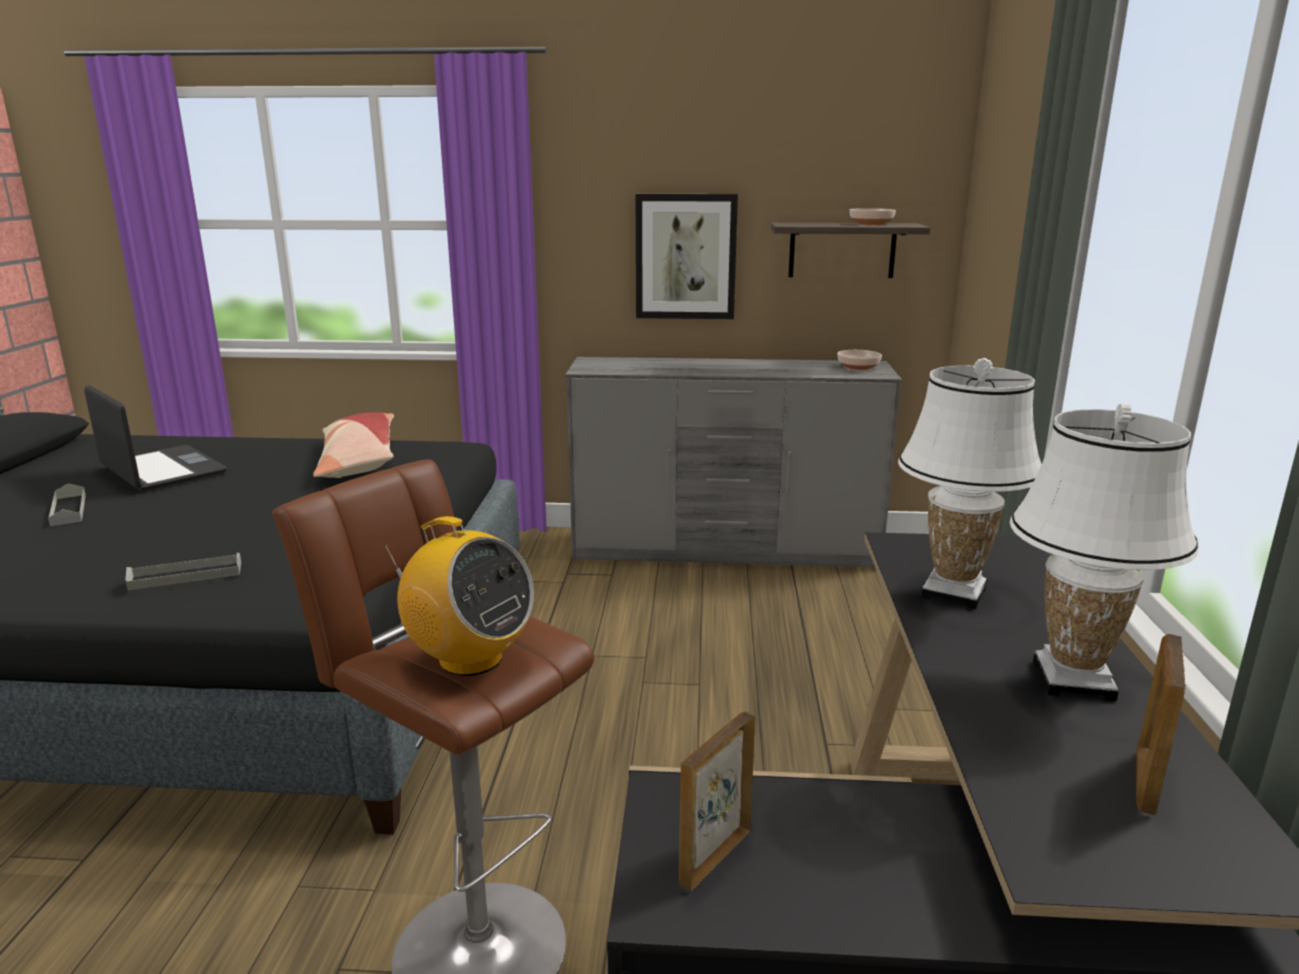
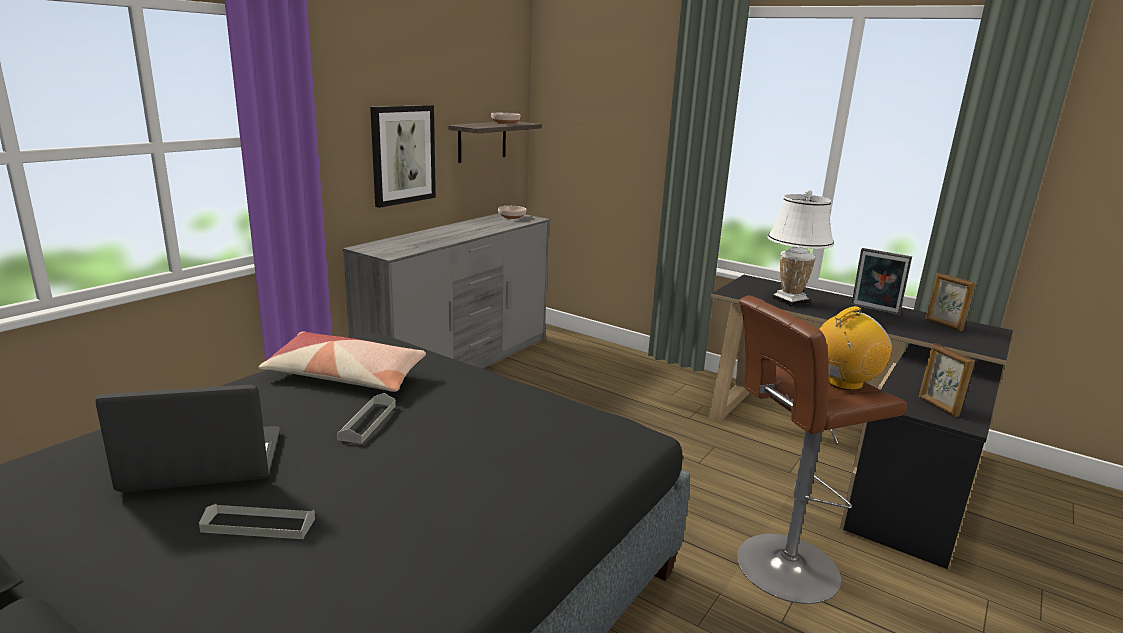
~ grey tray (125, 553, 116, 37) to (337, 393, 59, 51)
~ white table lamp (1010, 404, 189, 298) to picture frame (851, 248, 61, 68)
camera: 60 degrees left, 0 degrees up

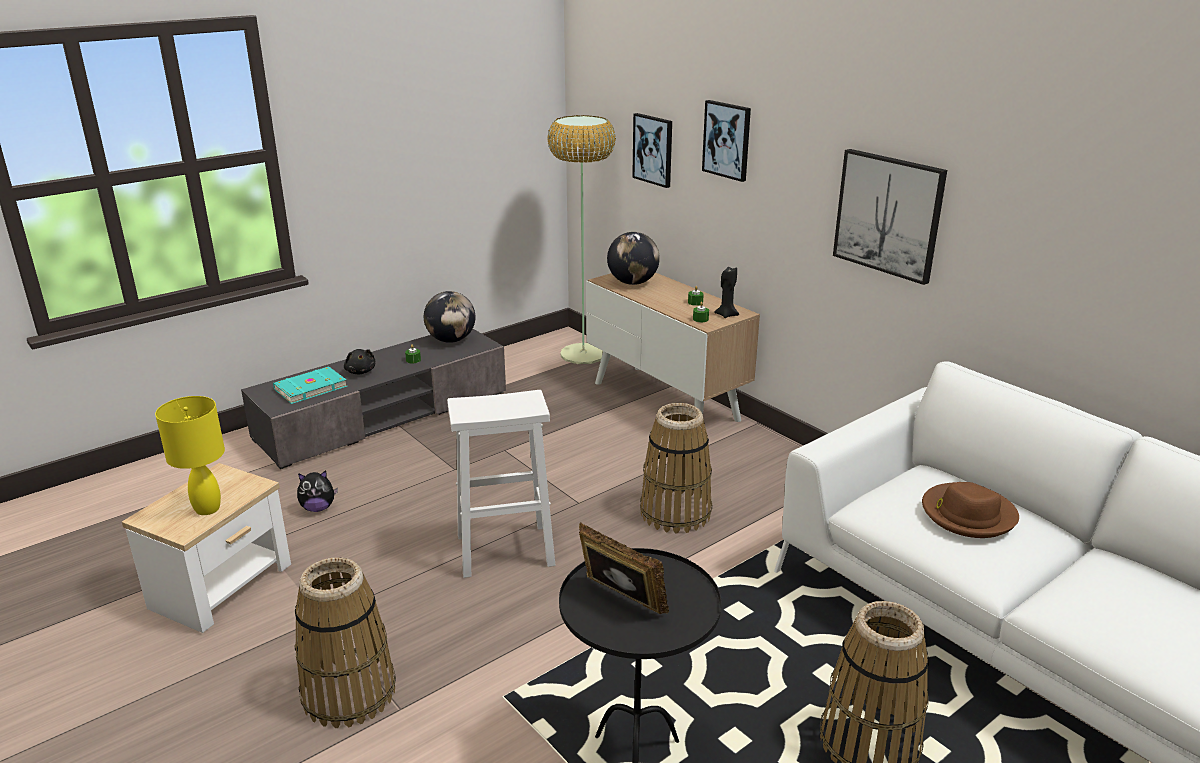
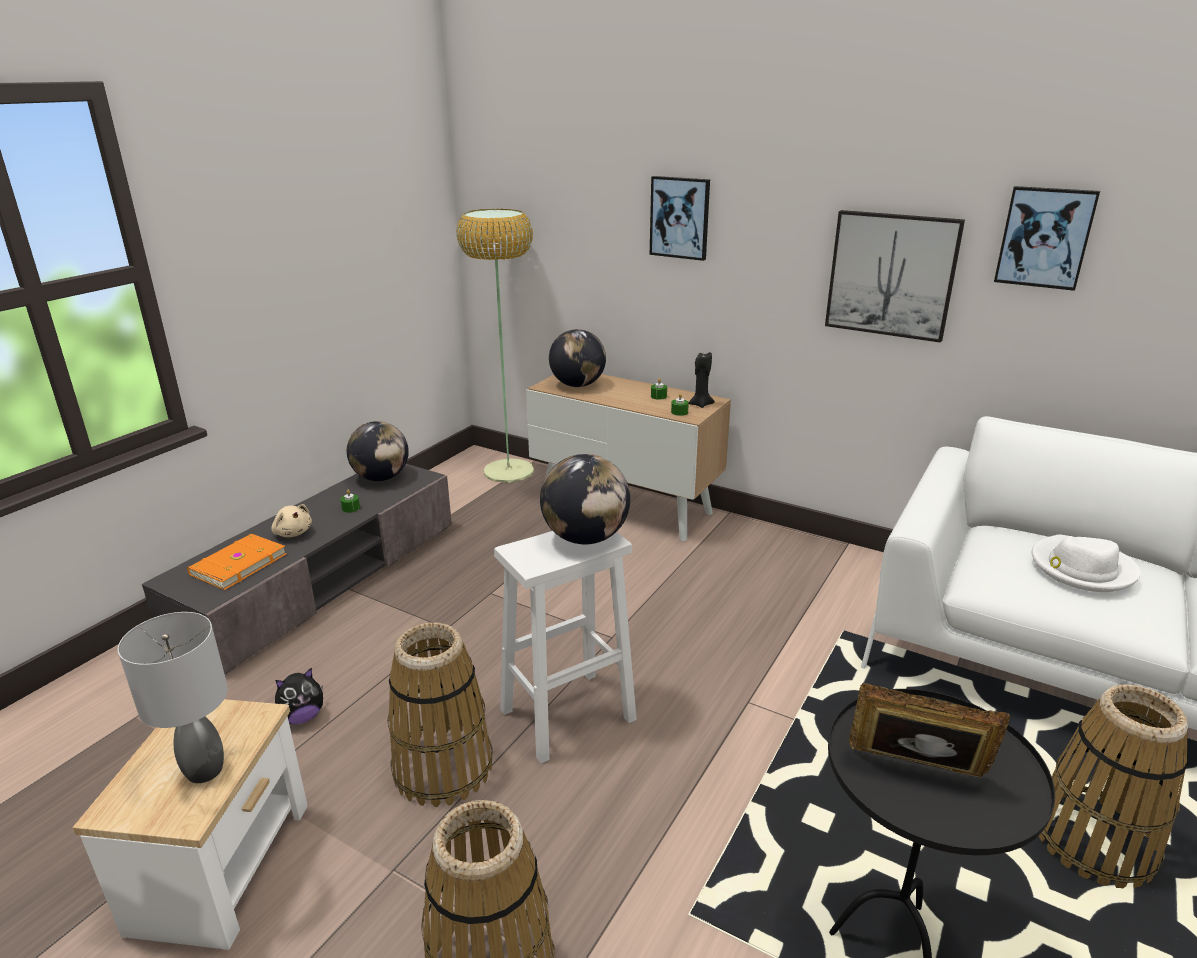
~ yellow table lamp (155, 396, 70, 119) to grey table lamp (118, 612, 110, 171)
~ turquoise book (273, 366, 74, 38) to orange book (187, 534, 100, 56)
~ black plush toy (344, 349, 31, 25) to beige plush toy (271, 504, 41, 33)
~ basket (640, 403, 72, 131) to (387, 623, 106, 184)
+ globe (540, 454, 90, 90)
~ picture (632, 113, 40, 75) to (994, 186, 106, 105)
~ brown hat (922, 482, 97, 56) to white hat (1032, 535, 109, 57)
camera: 20 degrees left, 0 degrees up

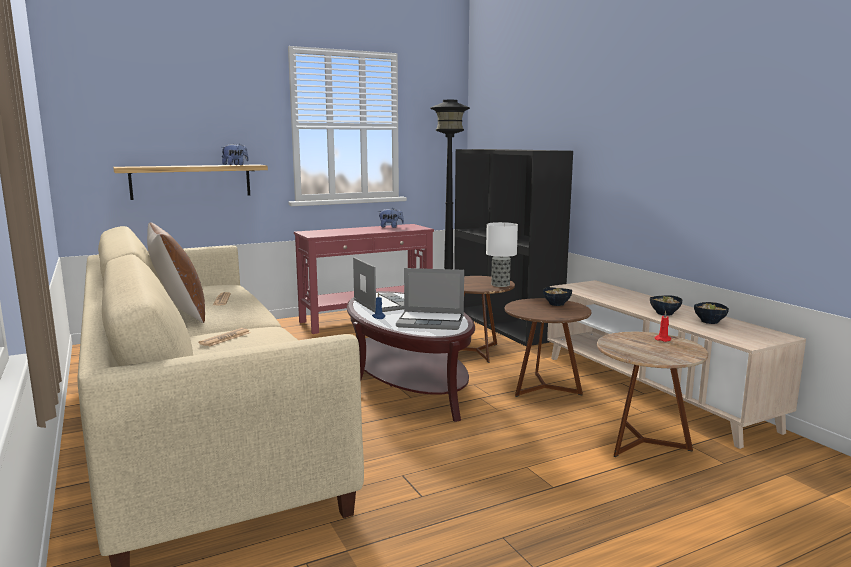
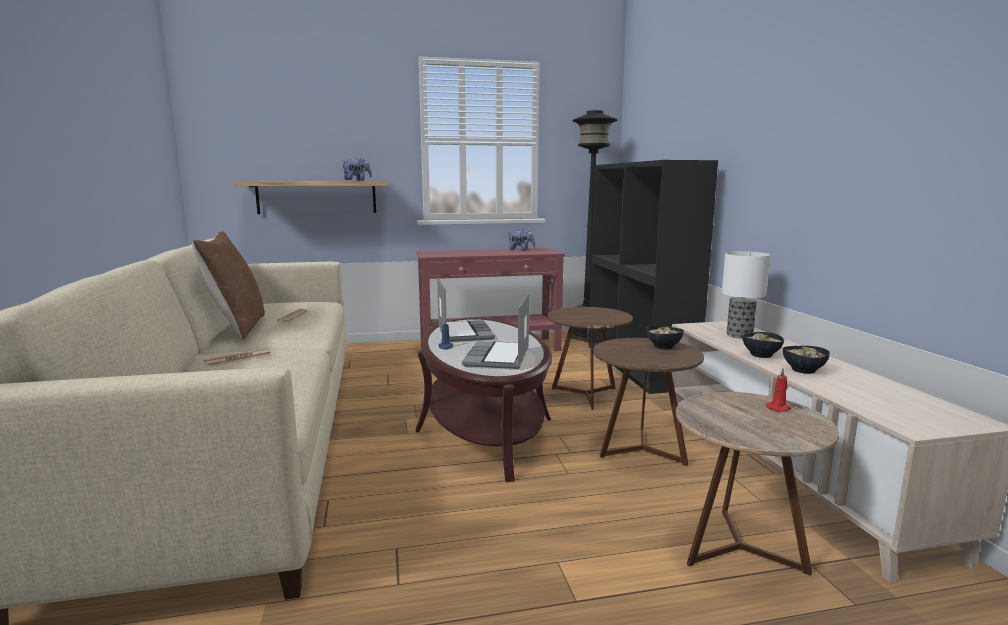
~ laptop (396, 268, 68, 62) = (462, 292, 67, 77) 75 degrees clockwise
~ table lamp (486, 222, 32, 65) to (722, 251, 48, 88)
~ bowl (694, 302, 35, 22) to (742, 332, 42, 26)
camera: 15 degrees right, 0 degrees up

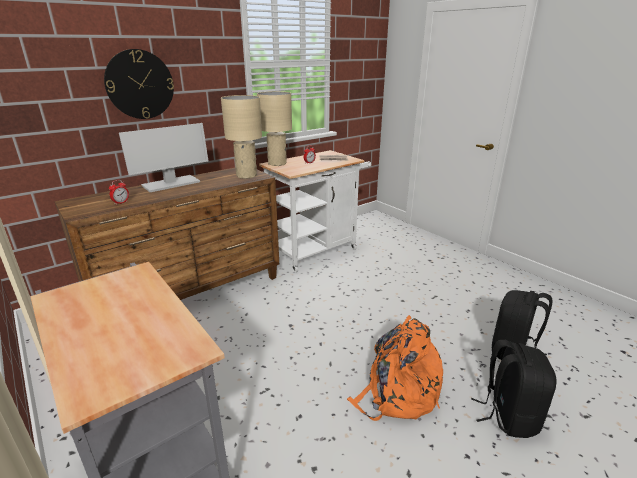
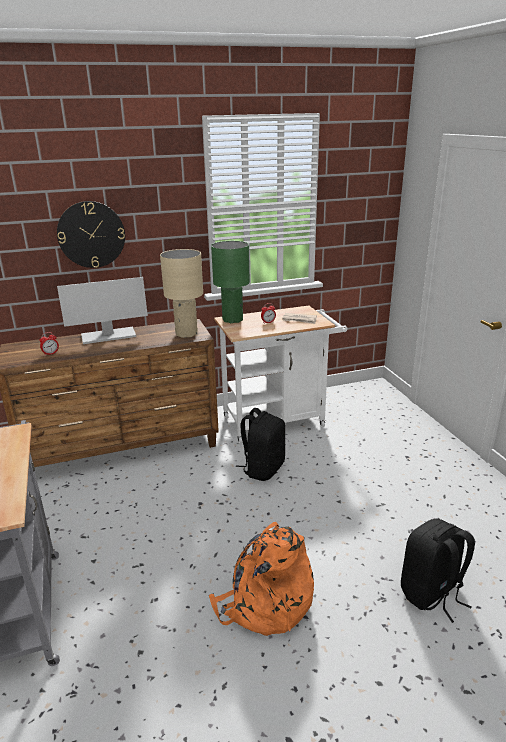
~ beige table lamp (257, 91, 35, 75) to green table lamp (211, 241, 39, 82)
~ black backpack (471, 340, 86, 98) to (236, 408, 49, 73)
camera: 20 degrees right, 0 degrees up

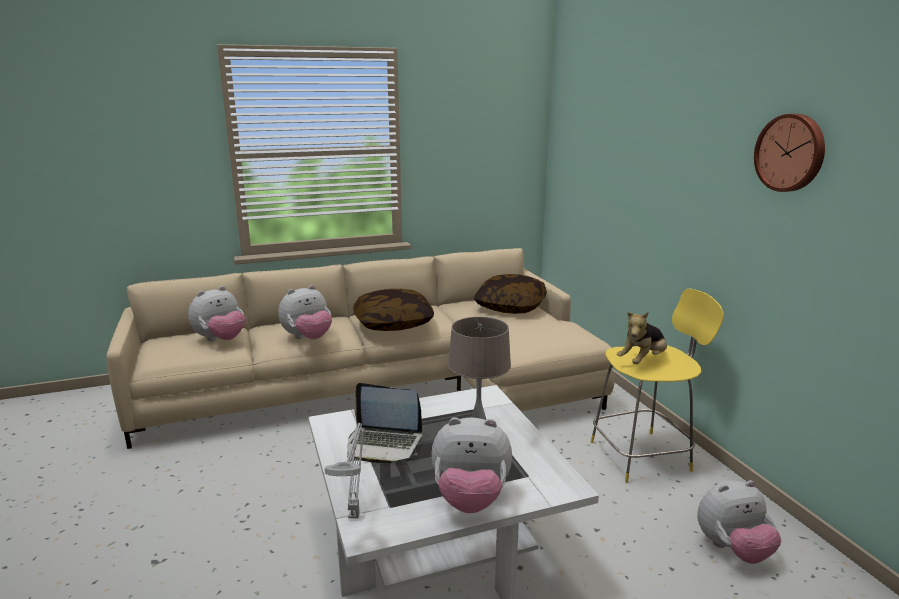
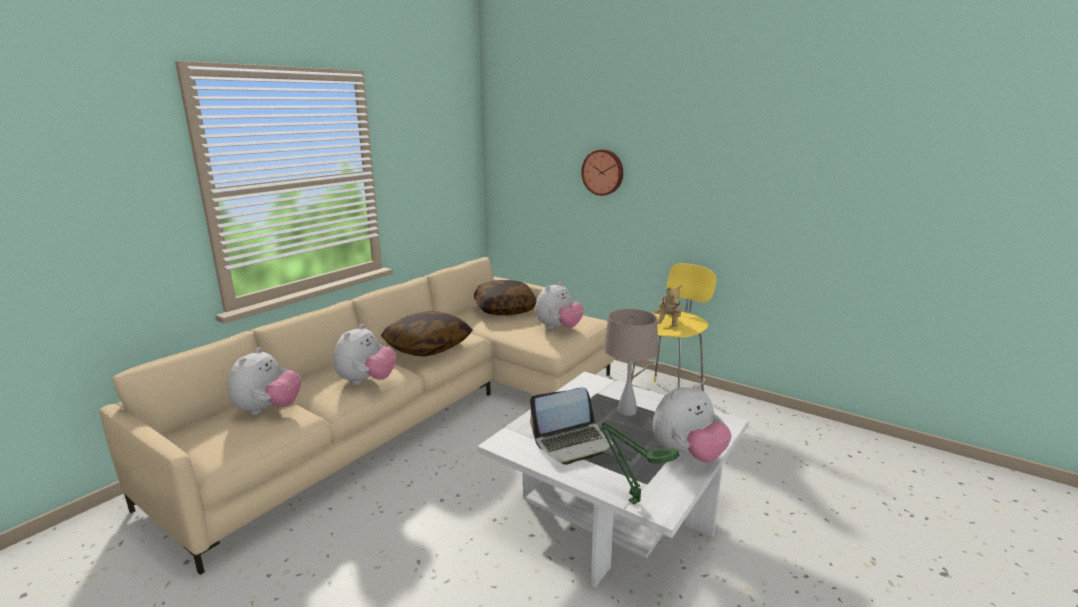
~ plush toy (697, 480, 84, 84) to (535, 282, 49, 47)
~ wall clock (754, 114, 71, 78) to (581, 149, 42, 47)
~ grey table lamp (325, 423, 40, 95) to green table lamp (601, 421, 78, 83)
camera: 35 degrees left, 0 degrees up

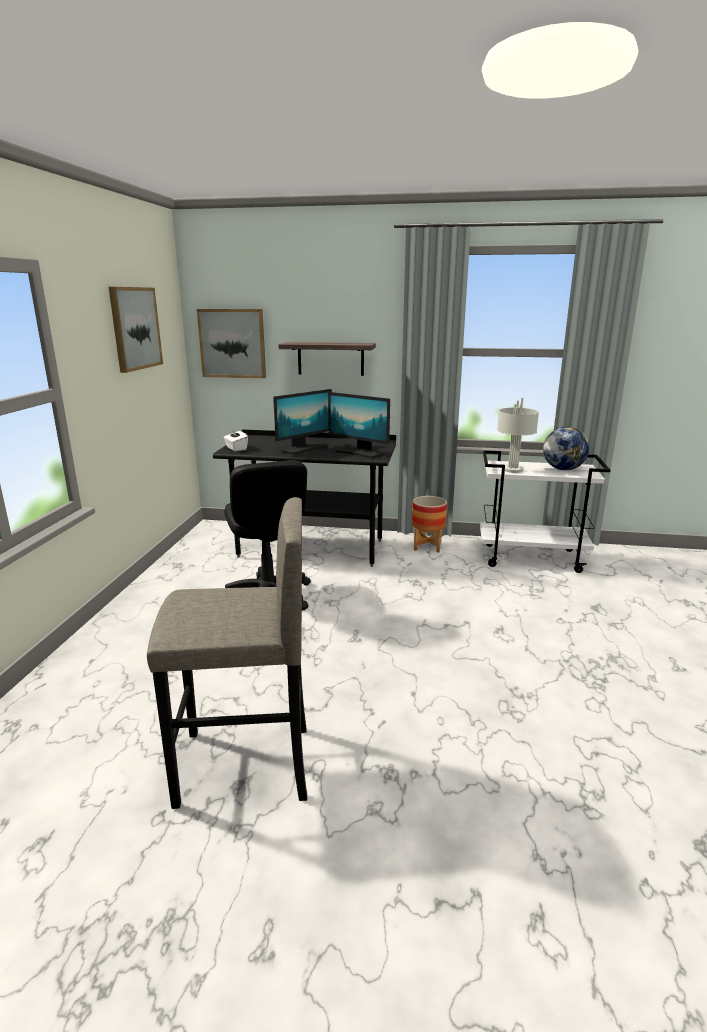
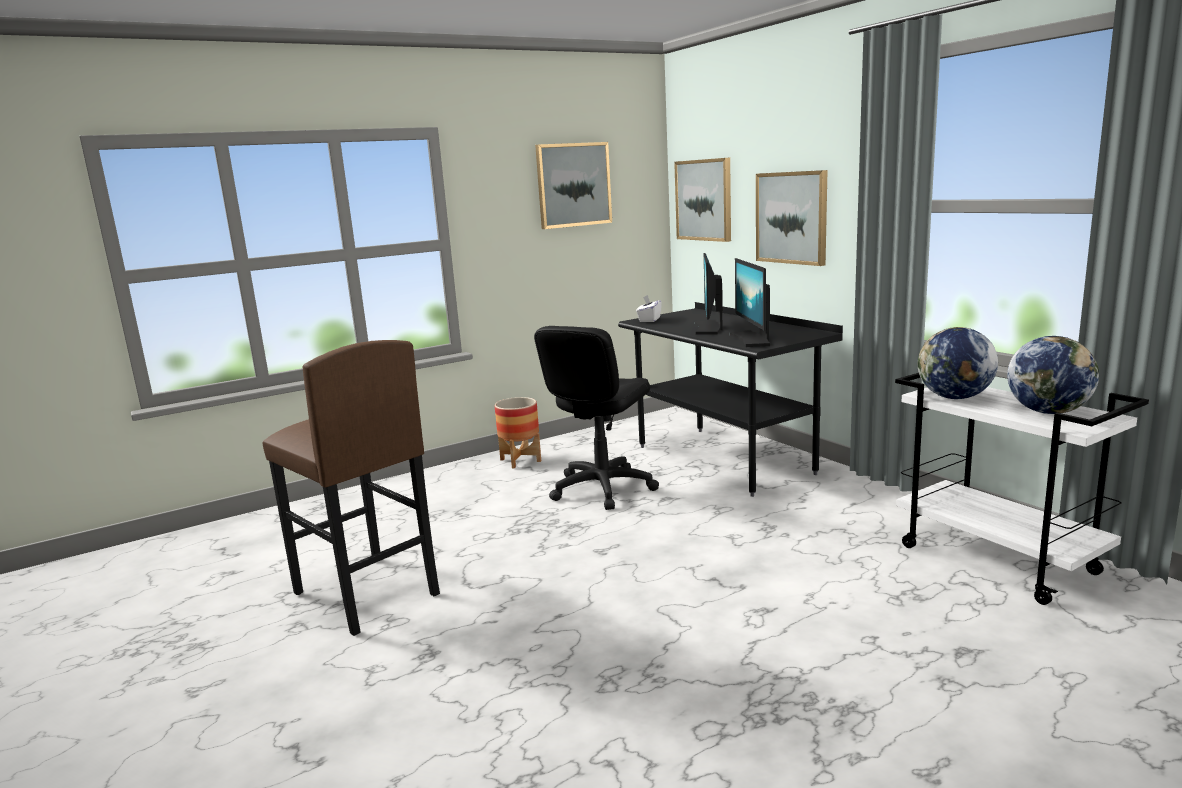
~ grey stool (147, 497, 160, 312) to brown stool (262, 340, 178, 296)
~ planter (412, 496, 35, 57) to (495, 397, 46, 72)
~ monitor (273, 389, 59, 66) = (695, 253, 28, 82) 90 degrees clockwise
~ shelf (278, 342, 98, 34) to picture (756, 170, 72, 96)
~ grey table lamp (497, 398, 42, 75) to globe (917, 327, 81, 72)
camera: 50 degrees right, 5 degrees down

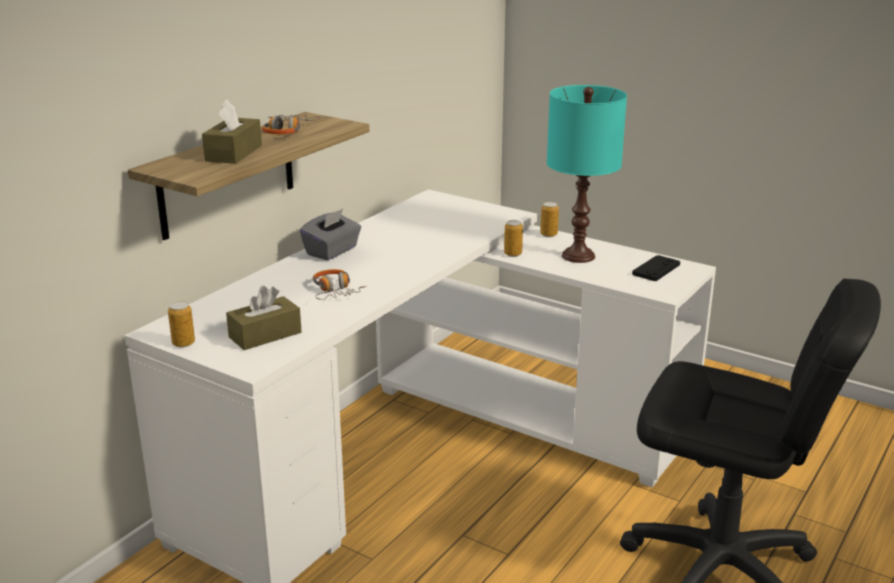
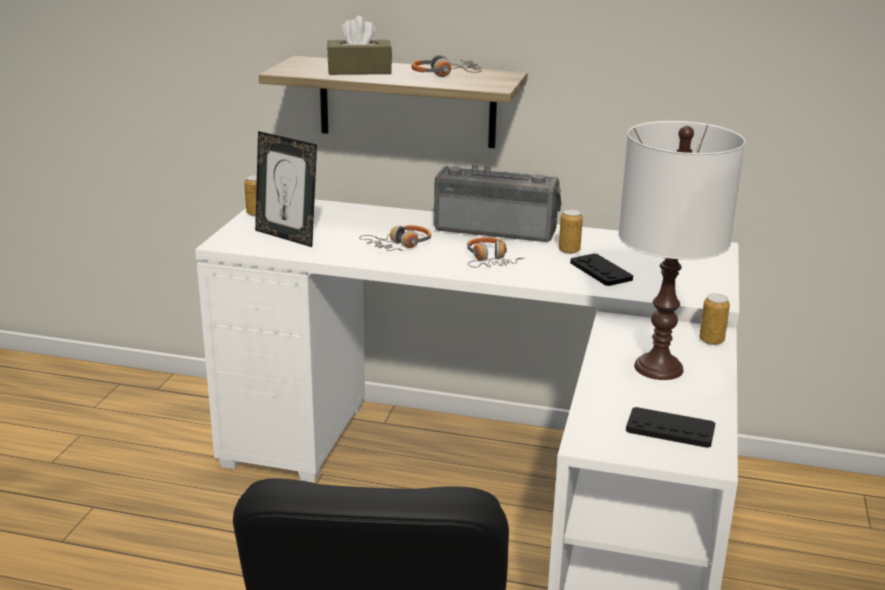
~ brown tissue box (226, 286, 76, 64) to picture frame (255, 131, 62, 116)
~ grey tissue box (300, 209, 61, 51) to radio (434, 164, 127, 78)
+ headphones (467, 237, 58, 31)
~ can (504, 220, 19, 37) to (559, 209, 24, 45)
+ black game controller (570, 253, 63, 33)
~ turquoise table lamp (547, 85, 80, 178) to white table lamp (618, 121, 127, 259)
camera: 70 degrees right, 0 degrees up

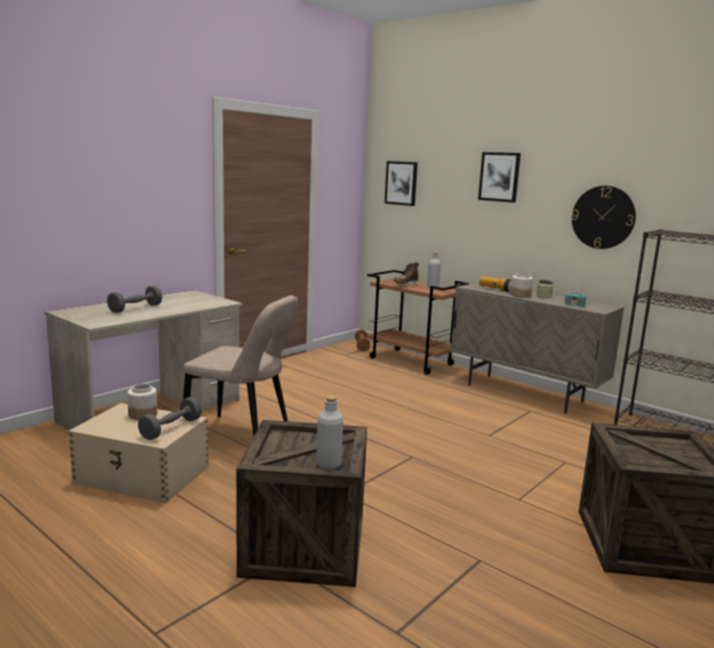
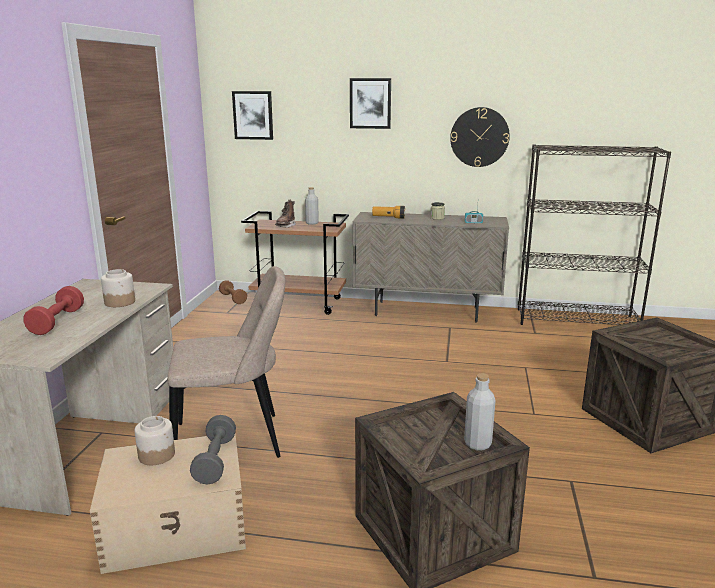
~ grey dumbbell (107, 286, 55, 27) to red dumbbell (23, 286, 61, 49)
~ jar (510, 273, 23, 25) to (101, 269, 34, 38)
camera: 30 degrees left, 5 degrees up

